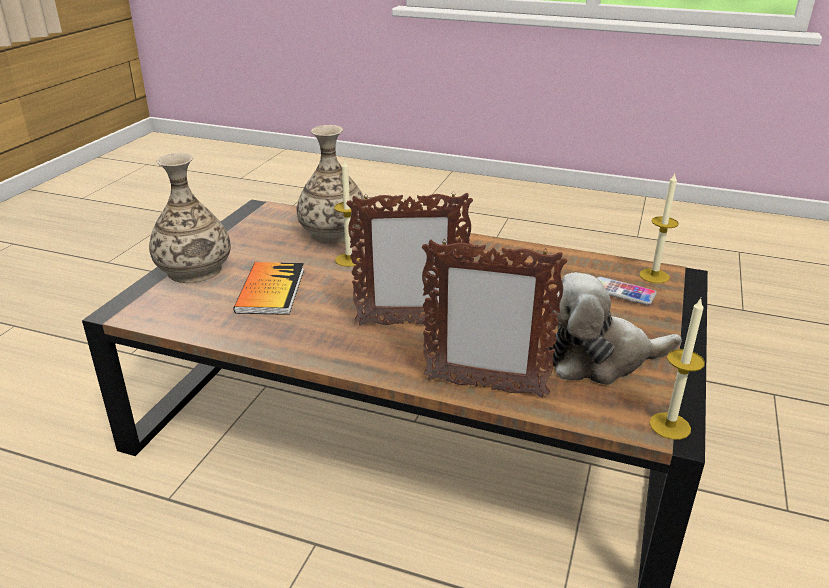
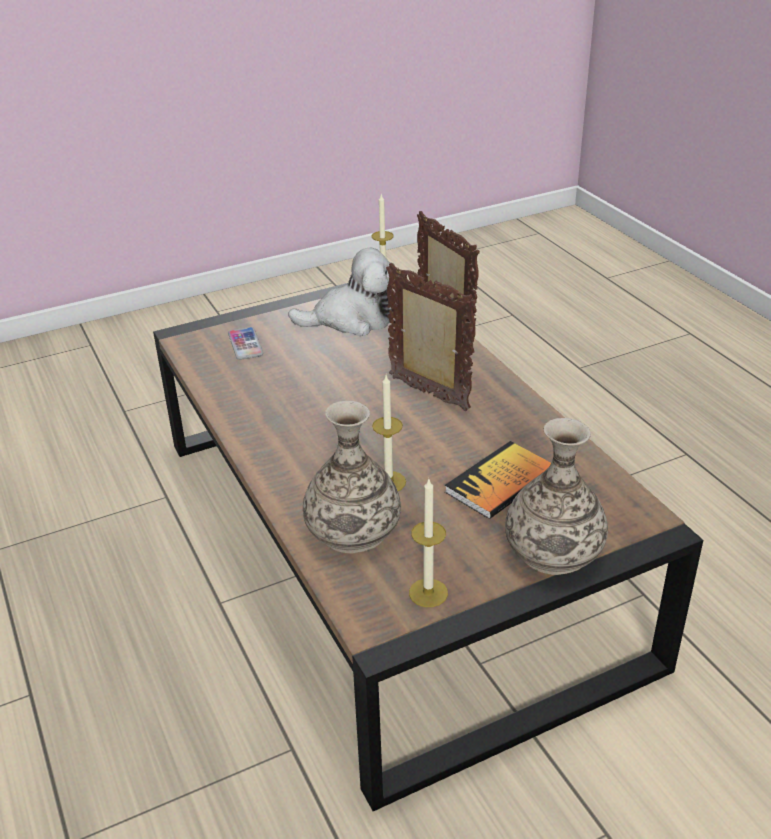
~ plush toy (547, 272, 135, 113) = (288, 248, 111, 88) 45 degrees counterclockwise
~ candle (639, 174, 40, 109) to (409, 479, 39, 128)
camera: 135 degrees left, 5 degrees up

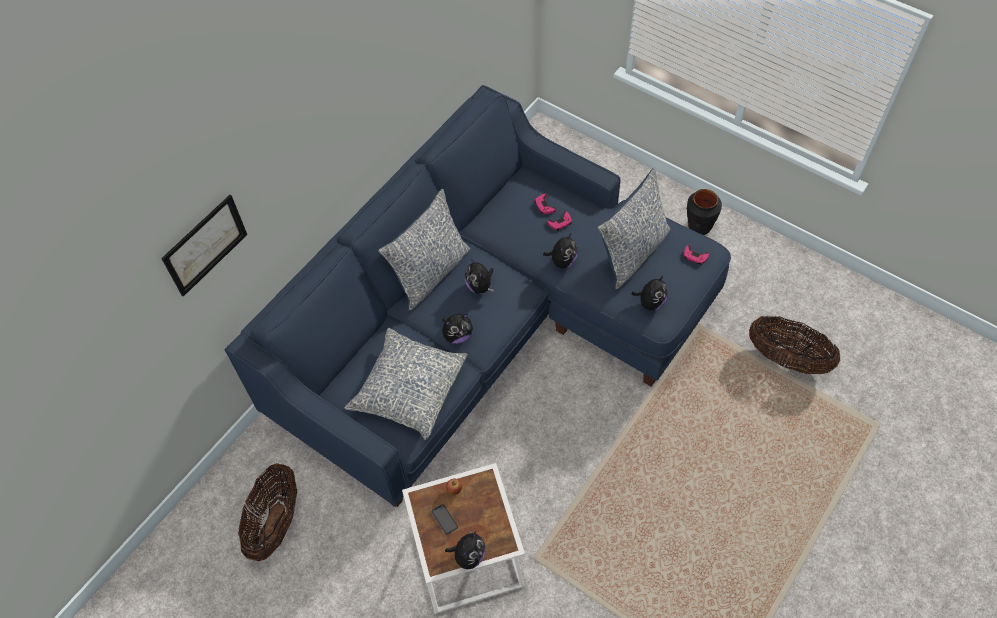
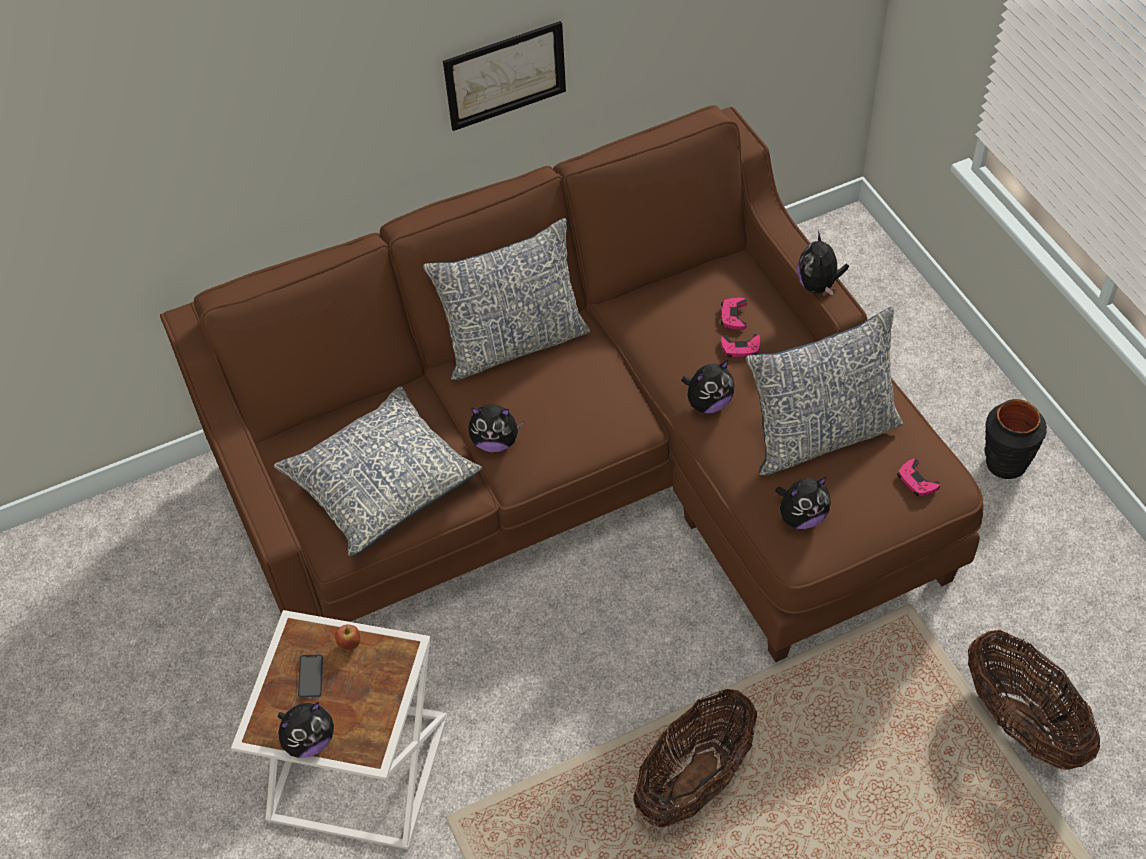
~ blue sofa (224, 85, 507, 422) to brown sofa (160, 105, 823, 557)
~ picture (161, 195, 86, 102) to (443, 21, 123, 110)
~ basket (238, 463, 60, 98) to (633, 689, 124, 139)
~ plush toy (465, 258, 29, 36) to (797, 231, 52, 65)
camera: 30 degrees right, 5 degrees down

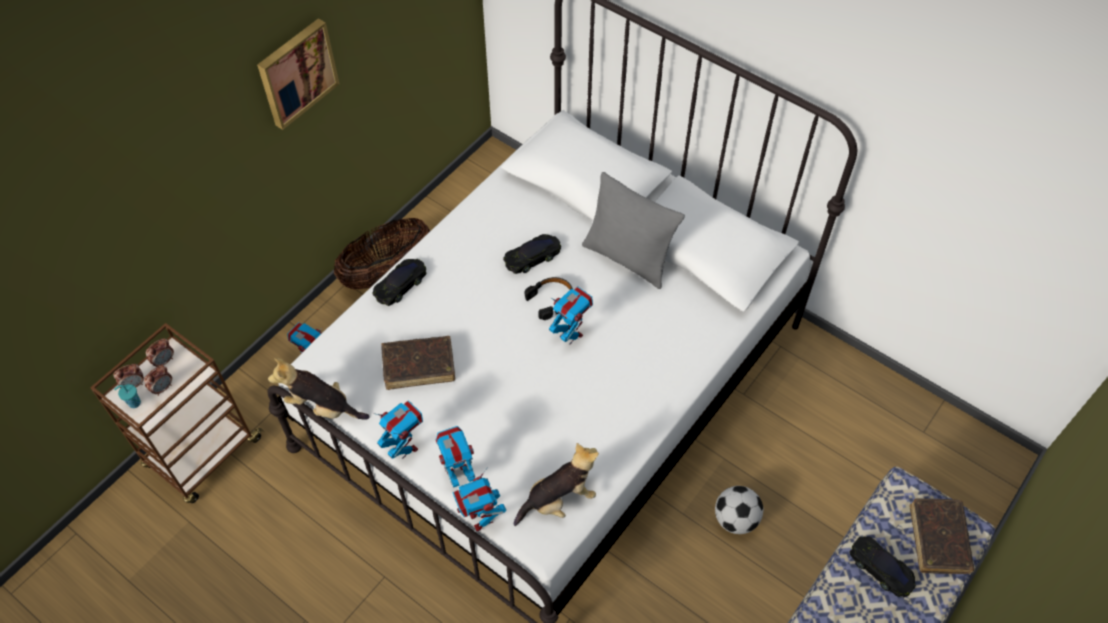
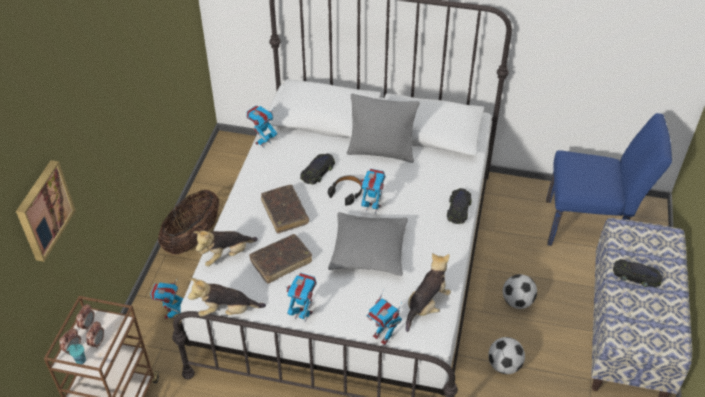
~ picture (257, 18, 82, 112) to (16, 160, 60, 102)
+ plush toy (194, 231, 64, 36)
~ toy robot (436, 426, 39, 62) to (247, 105, 30, 43)
~ brown book (909, 498, 65, 76) to (261, 185, 48, 48)
+ grey pillow (328, 212, 80, 64)
~ black toy car (373, 259, 53, 47) to (447, 188, 25, 36)
+ football (488, 337, 37, 37)
+ blue chair (546, 113, 126, 133)
camera: 25 degrees left, 10 degrees down

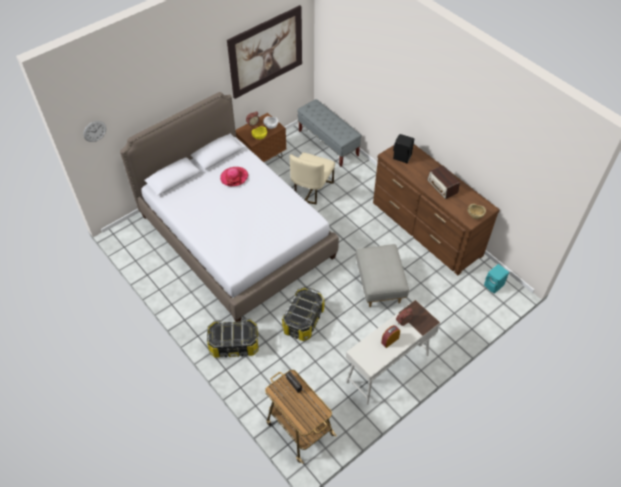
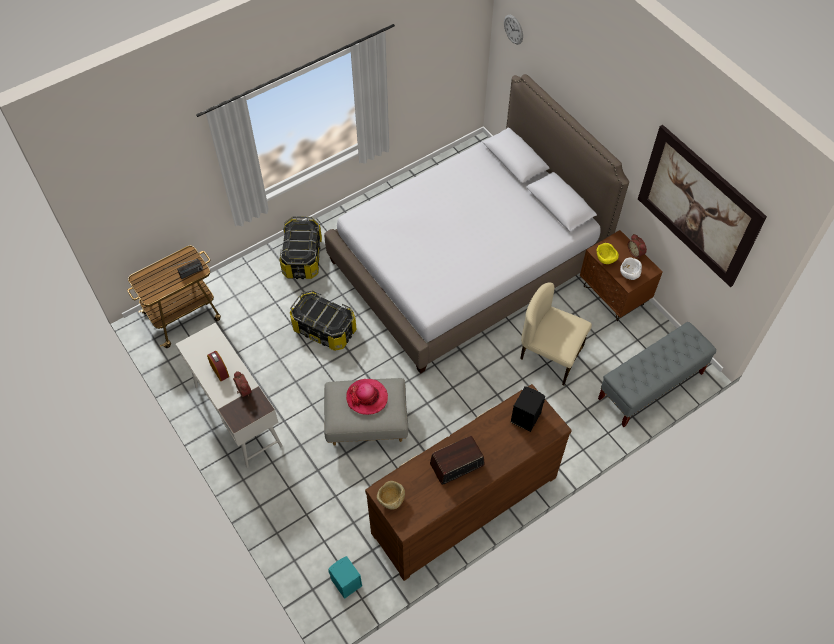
~ hat (220, 167, 28, 19) to (346, 379, 42, 36)
camera: 95 degrees right, 5 degrees up

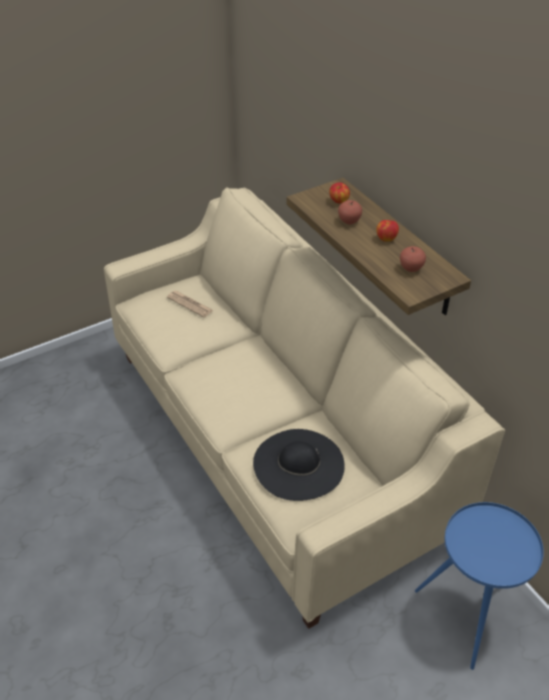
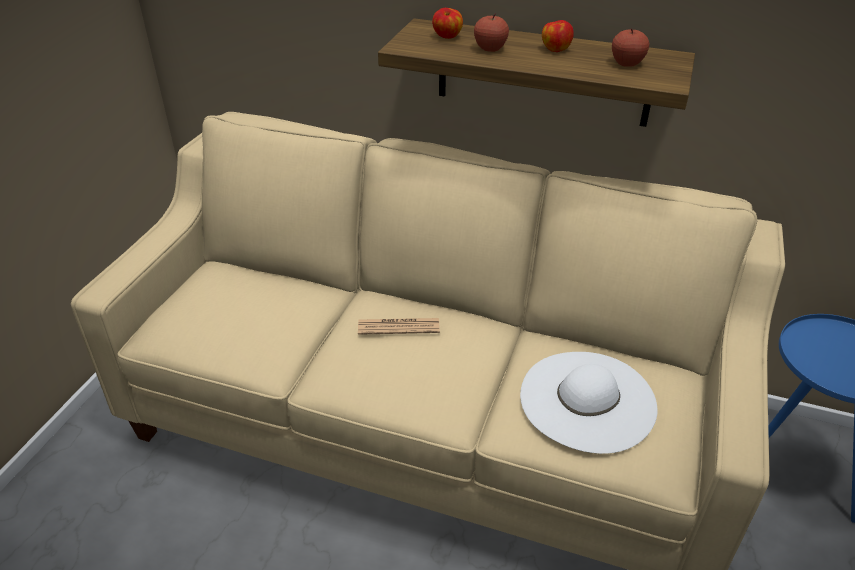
~ newspaper (167, 291, 46, 26) to (358, 318, 82, 17)
~ black hat (253, 429, 92, 72) to white hat (520, 352, 138, 102)
camera: 40 degrees left, 5 degrees down

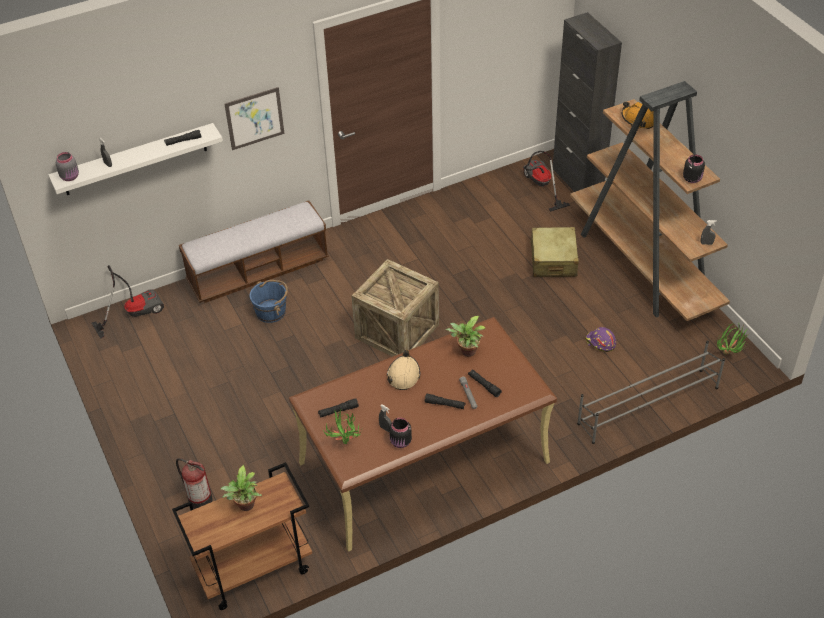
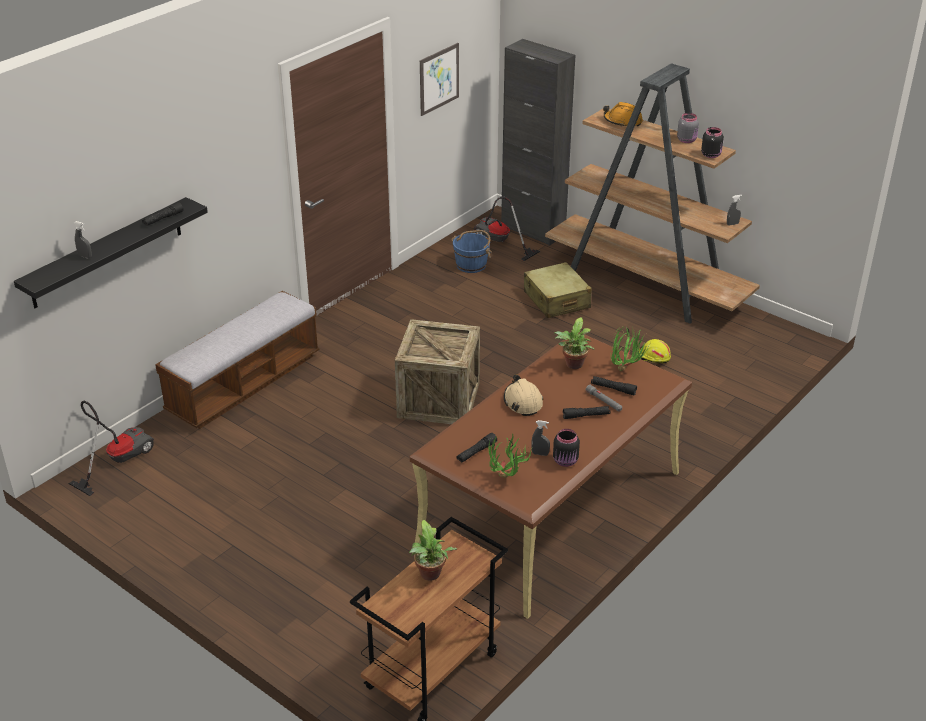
~ white shelf (48, 123, 175, 72) to black shelf (14, 197, 194, 111)
~ picture (224, 87, 61, 63) to (420, 43, 39, 73)
~ blue bucket (250, 280, 38, 43) to (451, 230, 41, 43)
~ potted plant (717, 323, 33, 32) to (611, 327, 36, 44)
~ purple hard hat (586, 327, 30, 25) to yellow hard hat (638, 339, 33, 24)
~ grey jar (56, 152, 23, 29) to (677, 113, 22, 30)
- fire extinguisher (176, 458, 36, 51)
- grey shoe rack (577, 341, 148, 103)
camera: 25 degrees left, 10 degrees down

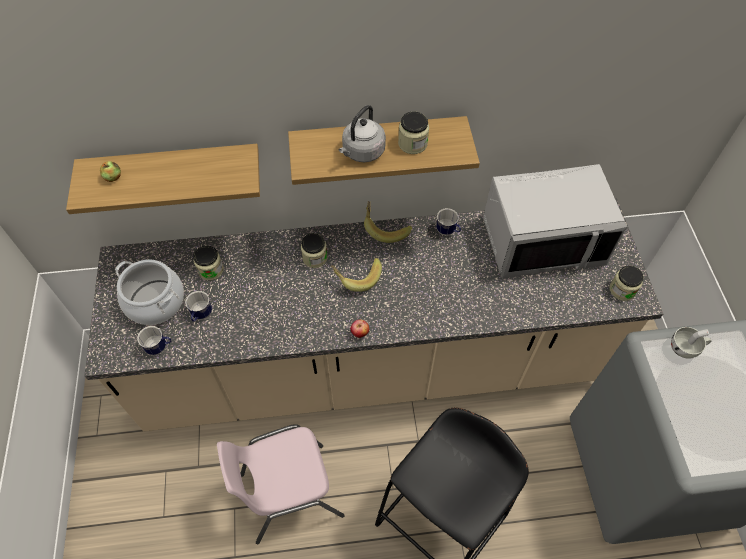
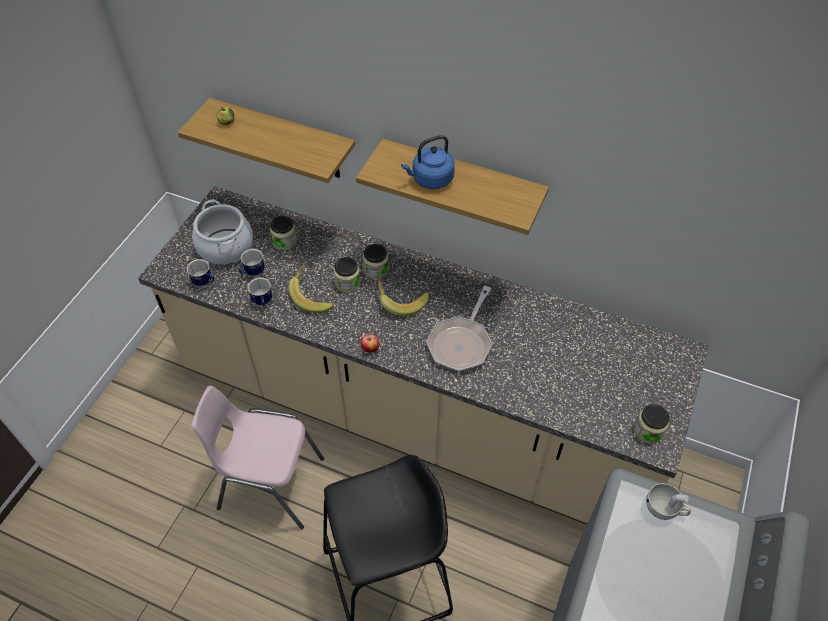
~ mug (436, 208, 25, 28) to (248, 278, 24, 28)
~ banana (364, 201, 48, 42) to (288, 262, 45, 51)
~ jar (398, 112, 31, 42) to (334, 257, 27, 36)
~ grey kettle (339, 105, 47, 57) to blue kettle (401, 135, 54, 54)
+ frying pan (426, 286, 66, 86)
- grey microwave (483, 164, 144, 115)
camera: 30 degrees right, 5 degrees down

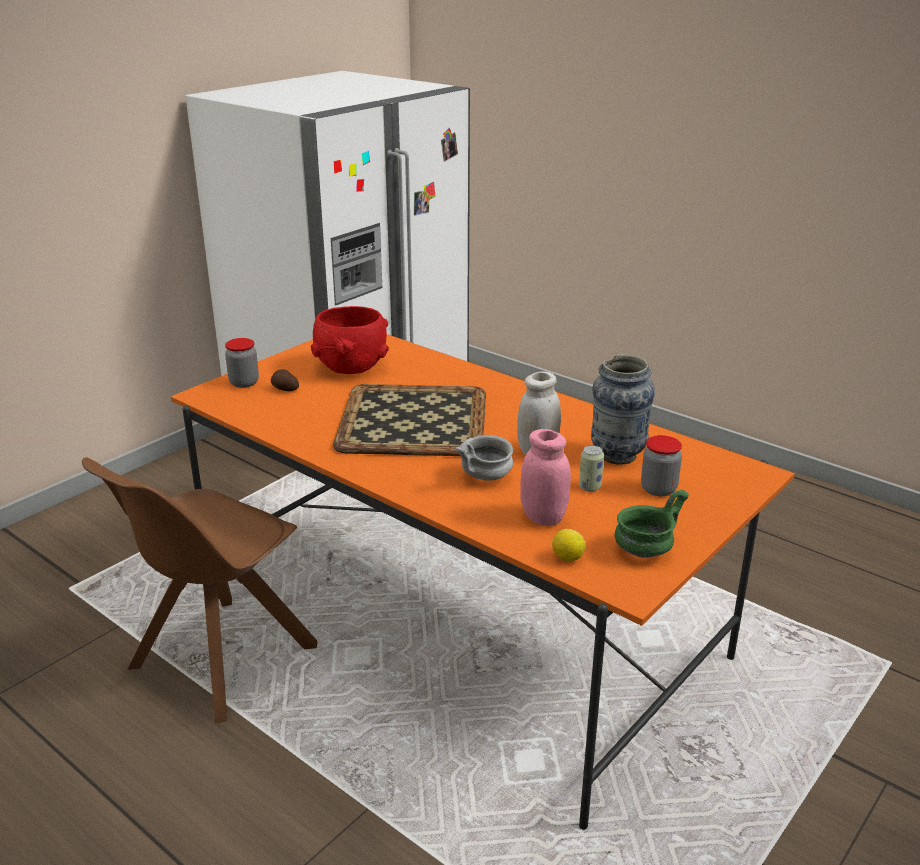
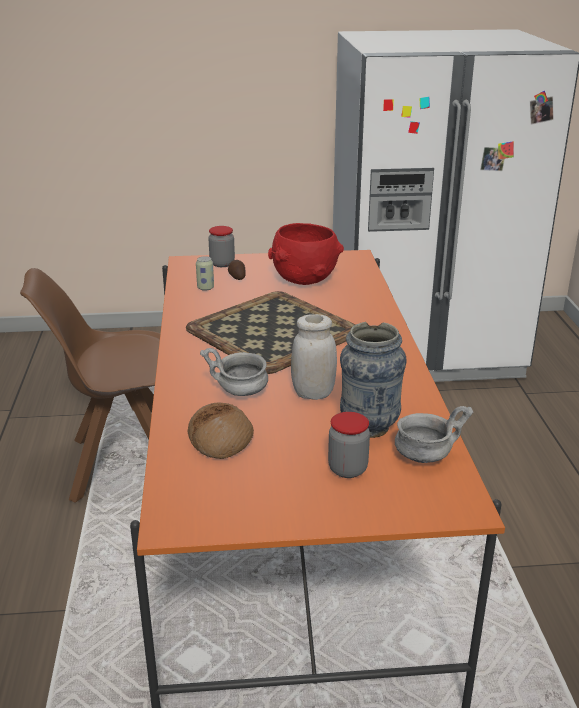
~ pink jar (520, 429, 51, 97) to bread (188, 403, 66, 56)
~ can (579, 445, 25, 47) to (196, 256, 18, 35)
+ grey bowl (395, 406, 79, 57)
- lemon (552, 529, 33, 32)
- green bowl (615, 490, 74, 68)
camera: 45 degrees right, 0 degrees up

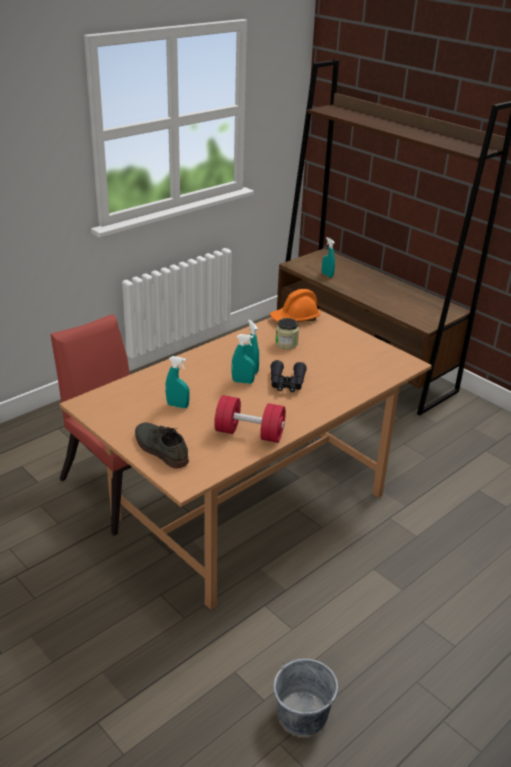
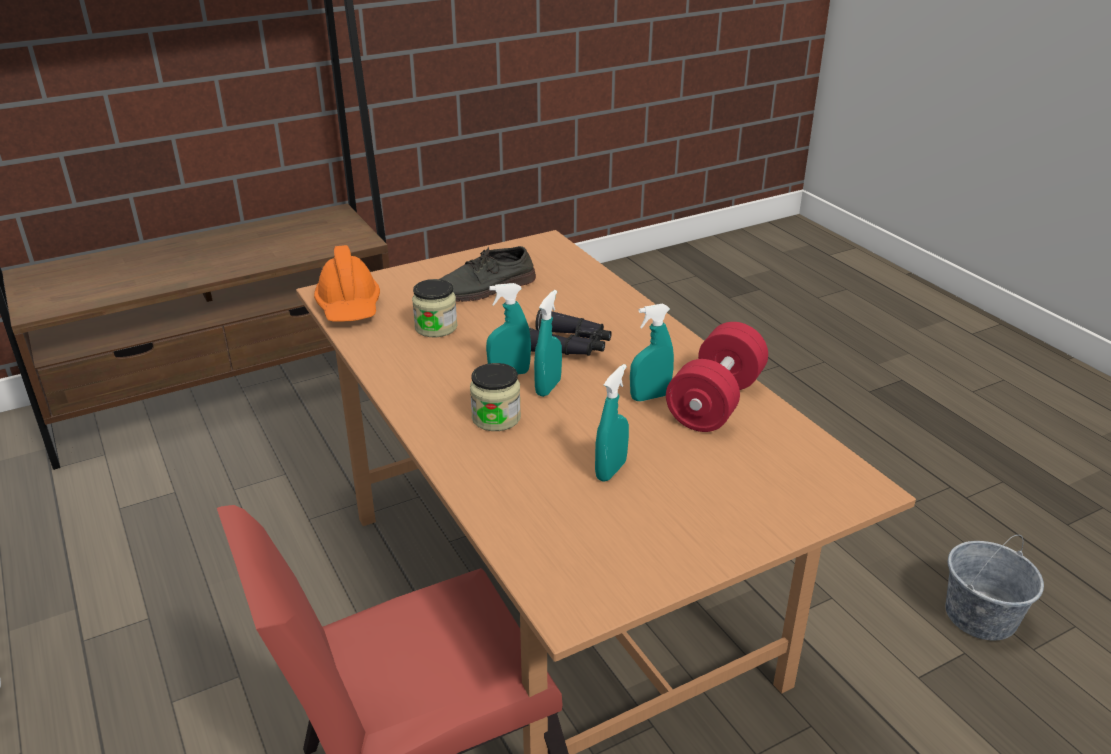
~ grey shoe (135, 422, 54, 47) to (440, 246, 96, 56)
+ jar (470, 363, 51, 68)
~ turquoise spray bottle (322, 237, 13, 41) to (630, 304, 44, 97)
camera: 75 degrees left, 0 degrees up

